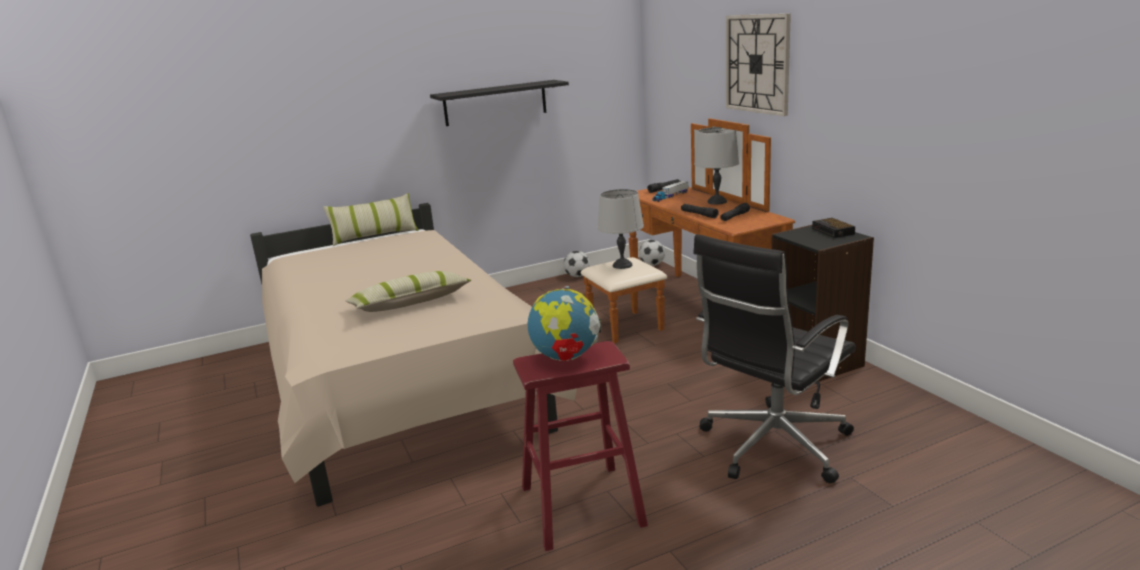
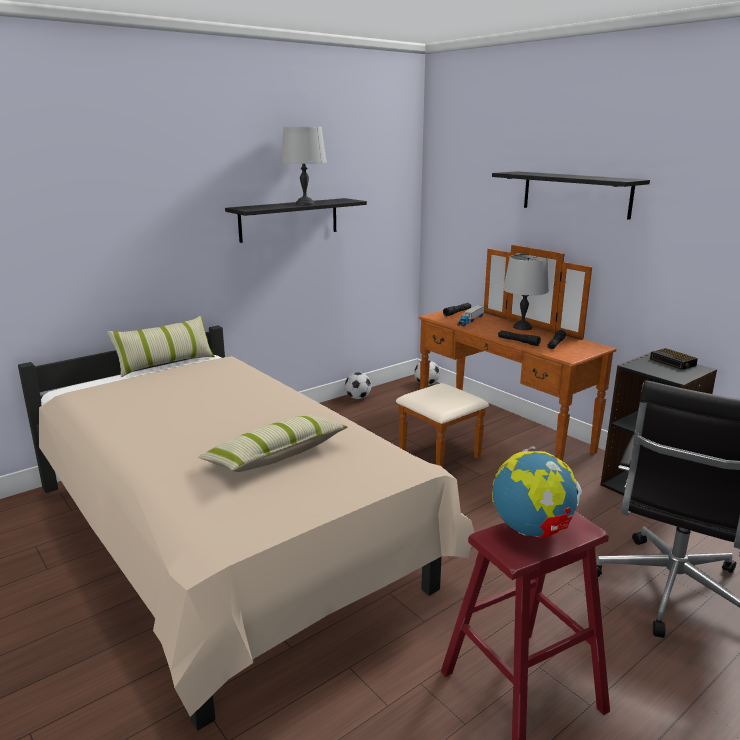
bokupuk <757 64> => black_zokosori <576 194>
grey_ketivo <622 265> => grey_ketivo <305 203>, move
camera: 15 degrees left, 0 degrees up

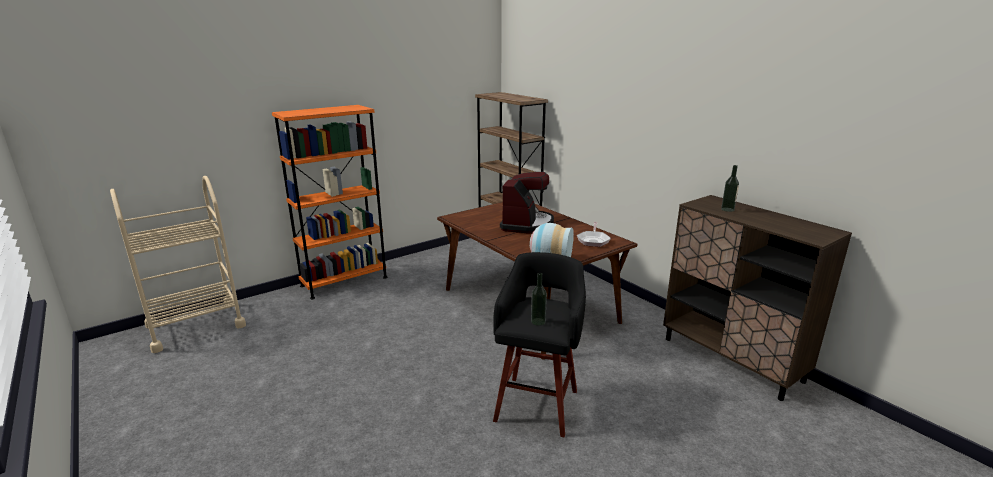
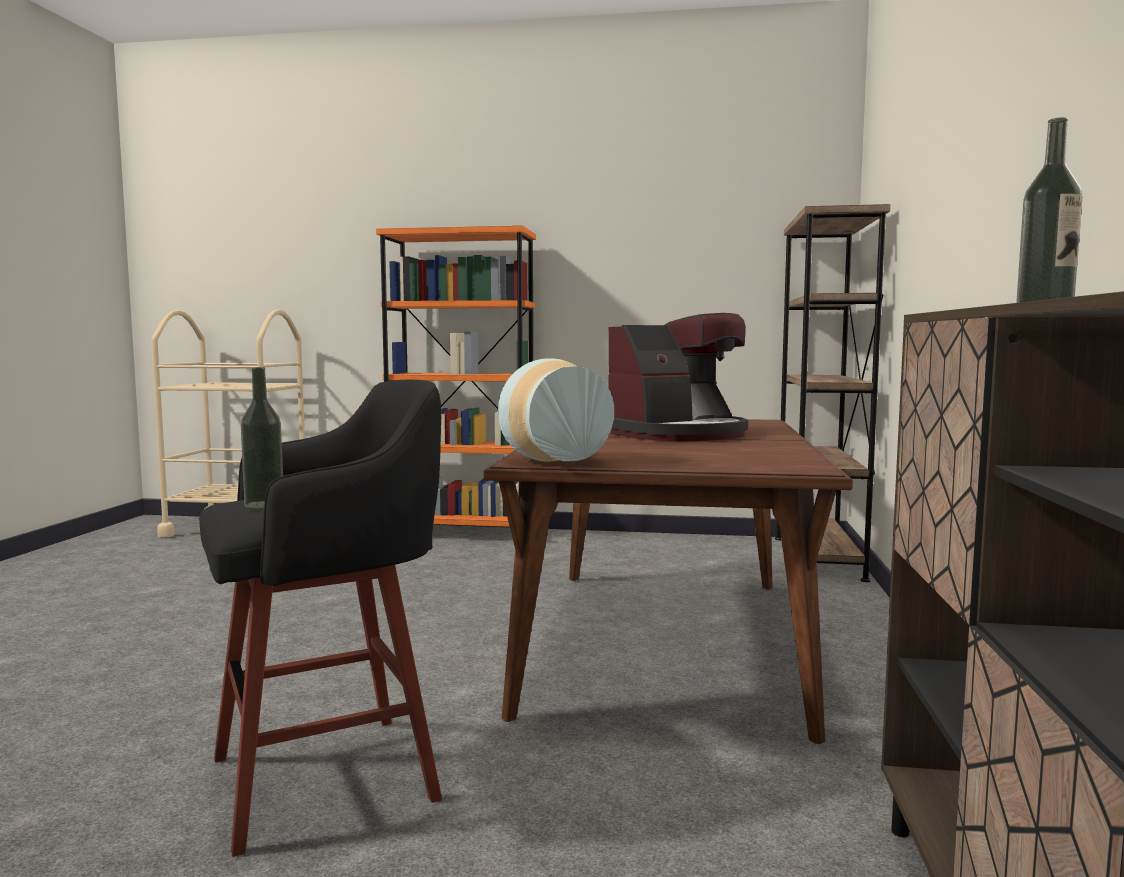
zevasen <593 240> => nothing
camera: 45 degrees right, 15 degrees down

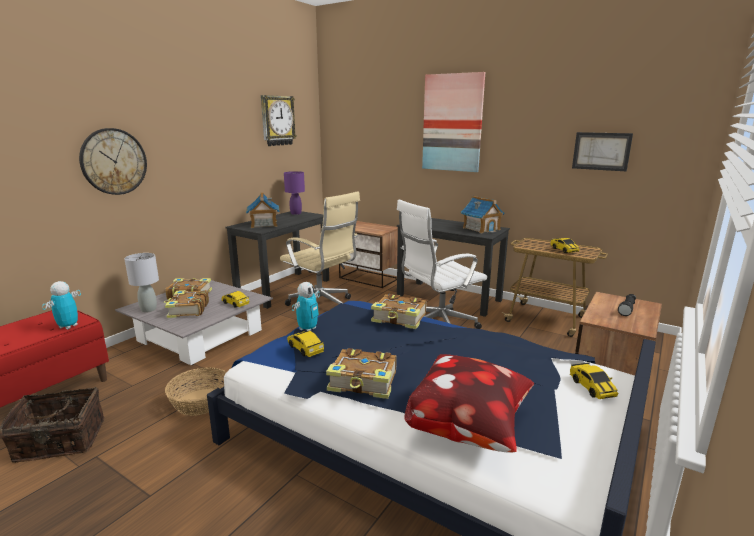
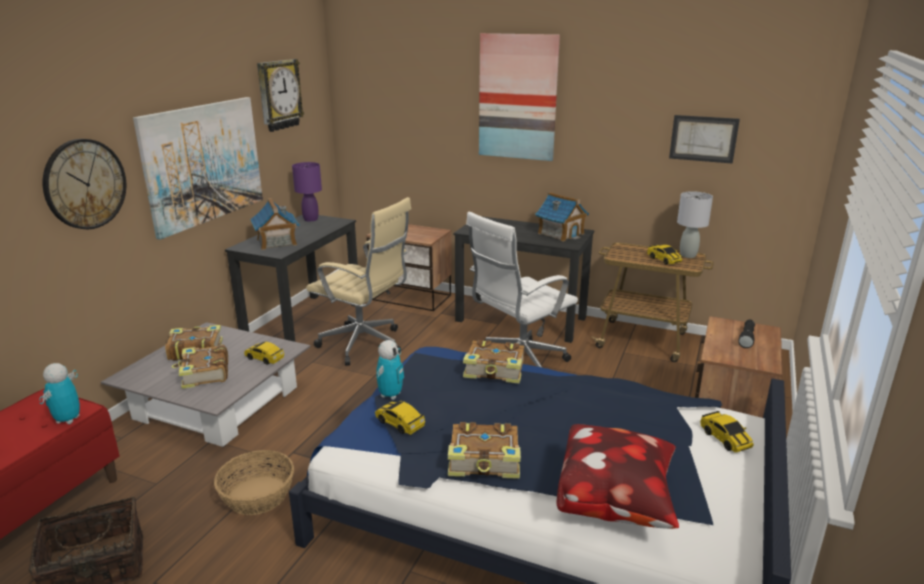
grey_ketivo <149 309> => grey_ketivo <688 255>, move
nothing => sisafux <203 163>
camera: 10 degrees left, 5 degrees up

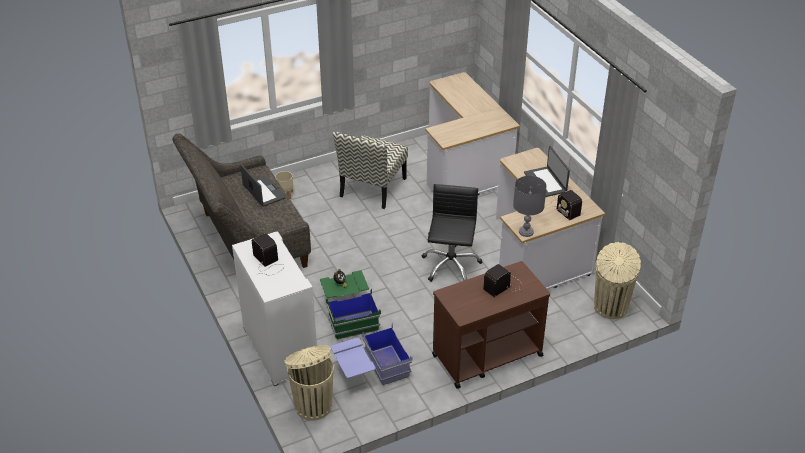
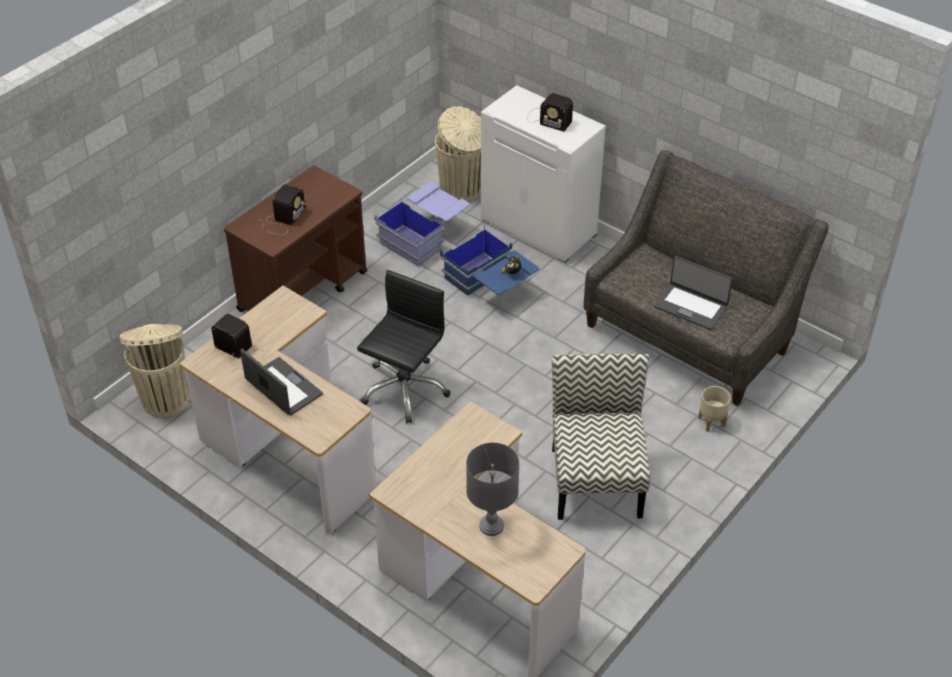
grey_ketivo <525 232> => grey_ketivo <492 525>, move
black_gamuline <450 265> => black_gamuline <404 389>, 135 degrees counterclockwise
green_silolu <349 314> => blue_silolu <490 286>
camera: 155 degrees right, 5 degrees up

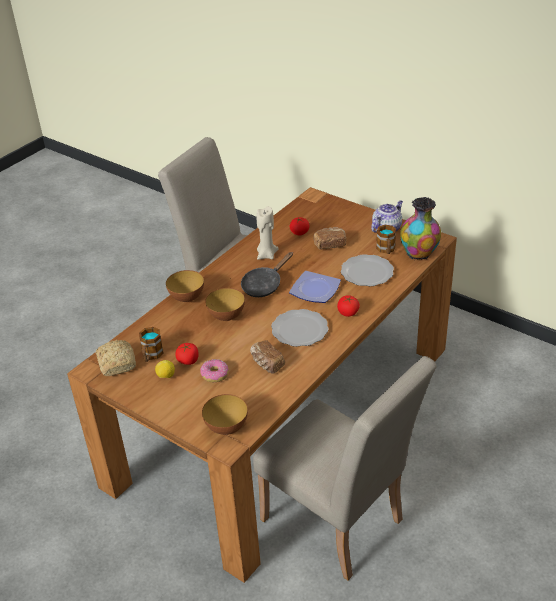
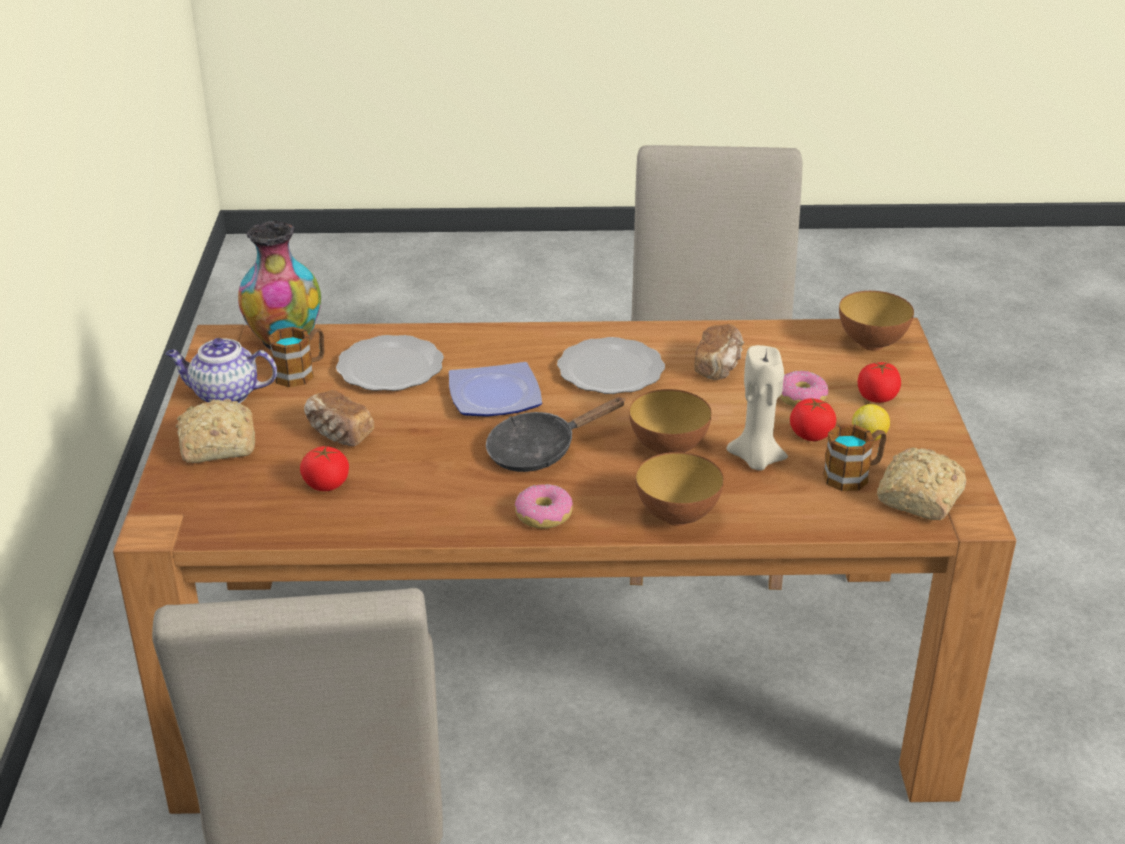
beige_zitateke <266 255> => beige_zitateke <756 460>, move
black_zevasen <264 285> => black_zevasen <539 451>, 150 degrees clockwise
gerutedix <348 313> => gerutedix <877 397>, move
nothing => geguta <215 446>
nothing => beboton <543 515>
camera: 130 degrees left, 5 degrees down

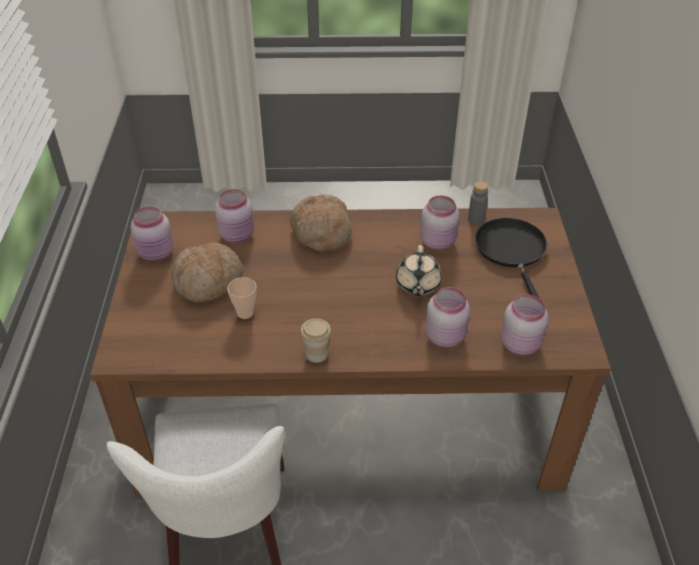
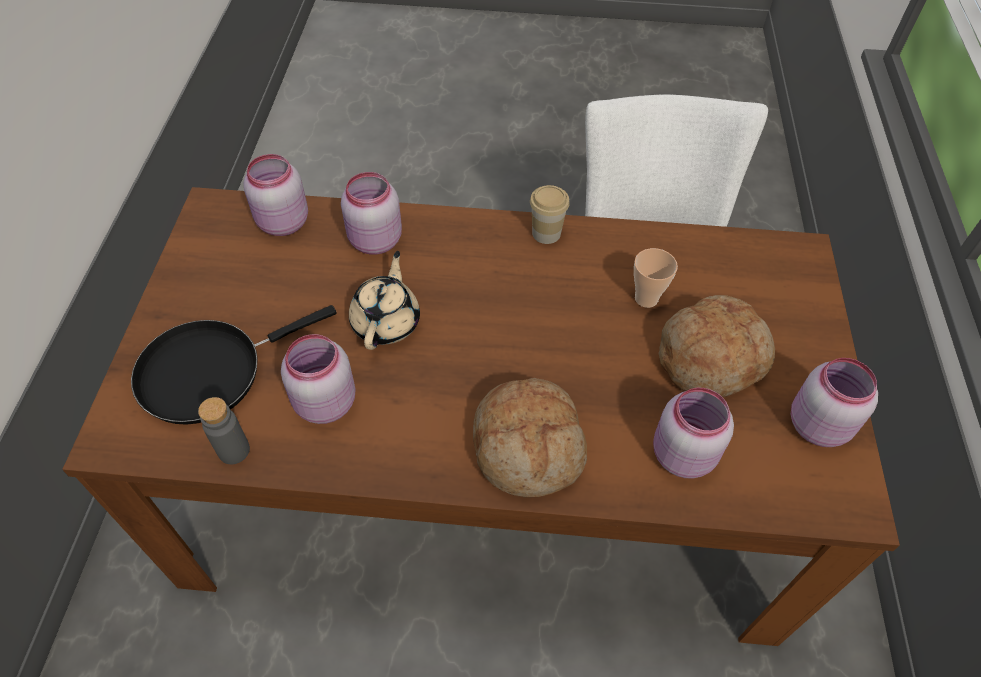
black_zevasen <511 251> => black_zevasen <209 371>, 60 degrees clockwise
camera: 175 degrees left, 10 degrees up

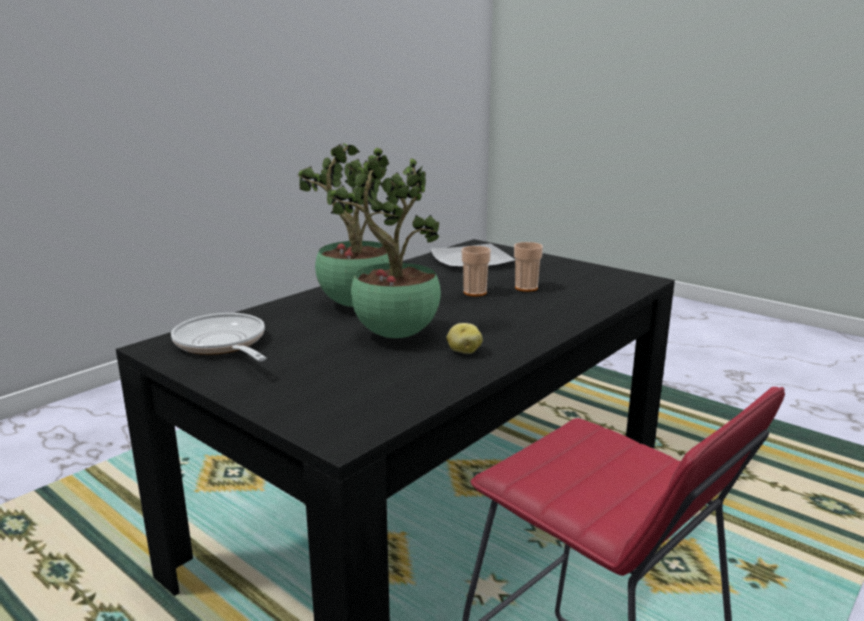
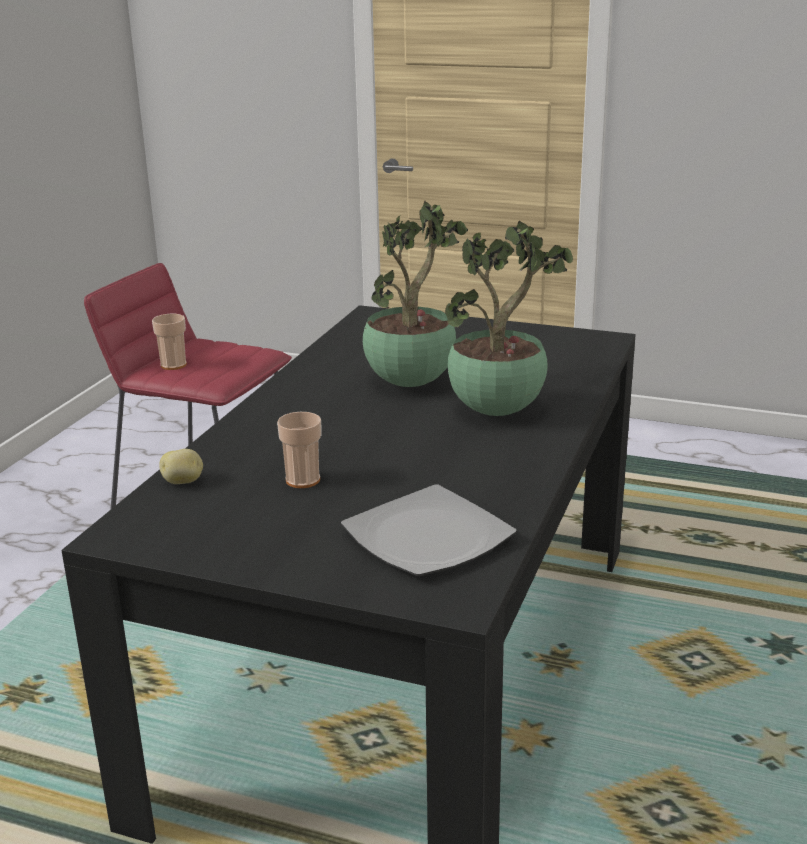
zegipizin <475 292> => zegipizin <173 365>, move
zevasen <222 344> => nothing
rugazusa <464 351> => rugazusa <183 482>, move
camera: 160 degrees right, 5 degrees up

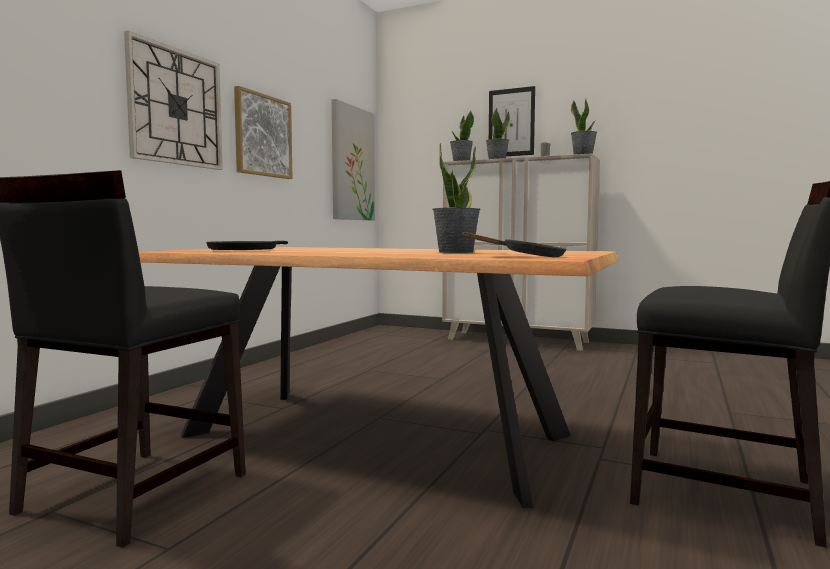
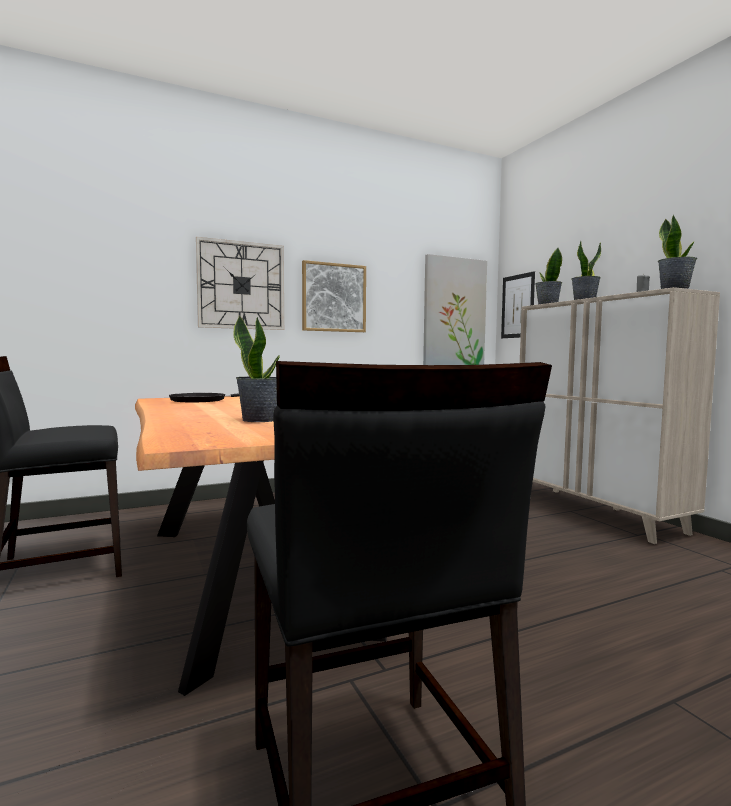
sisafux <511 122> => sisafux <517 306>, move
black_zevasen <526 257> => nothing
camera: 40 degrees right, 0 degrees up

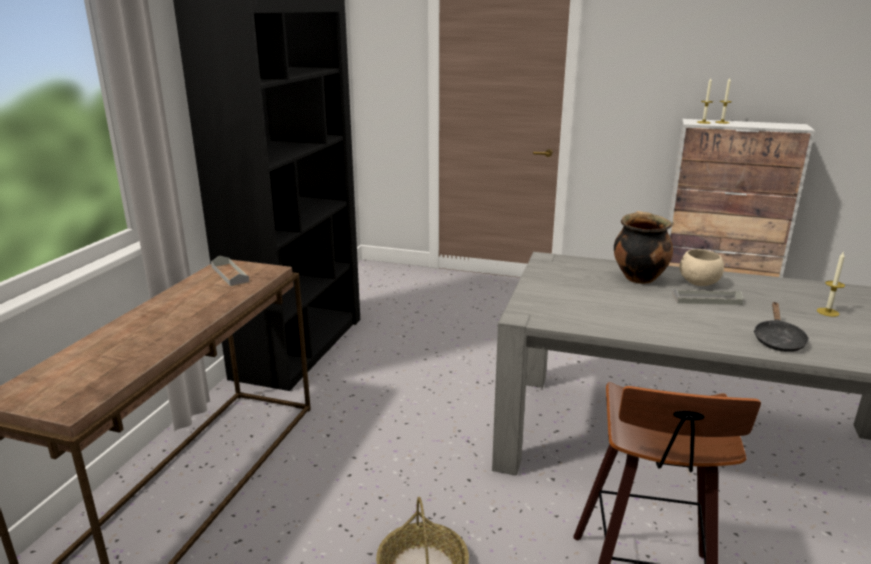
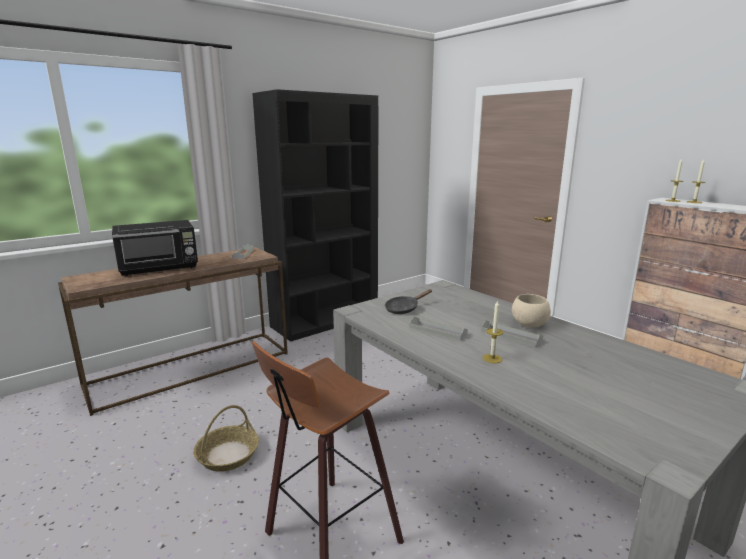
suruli <638 277> => nothing
zitateke <827 312> => zitateke <492 358>, move
black_zevasen <778 340> => black_zevasen <404 309>, move
nothing => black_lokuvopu <160 268>
nothing => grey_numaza <437 331>
camera: 35 degrees right, 5 degrees down

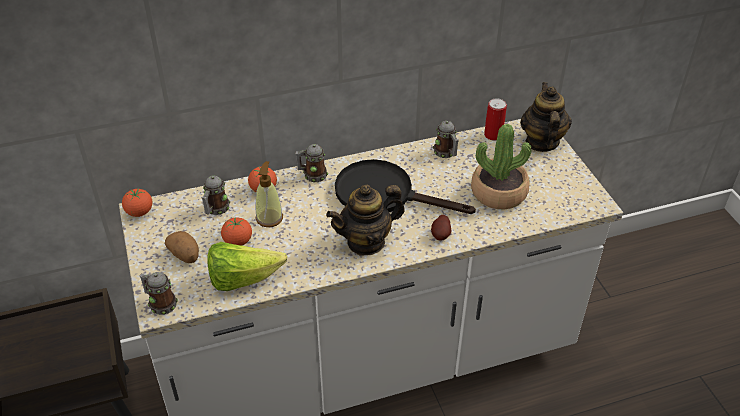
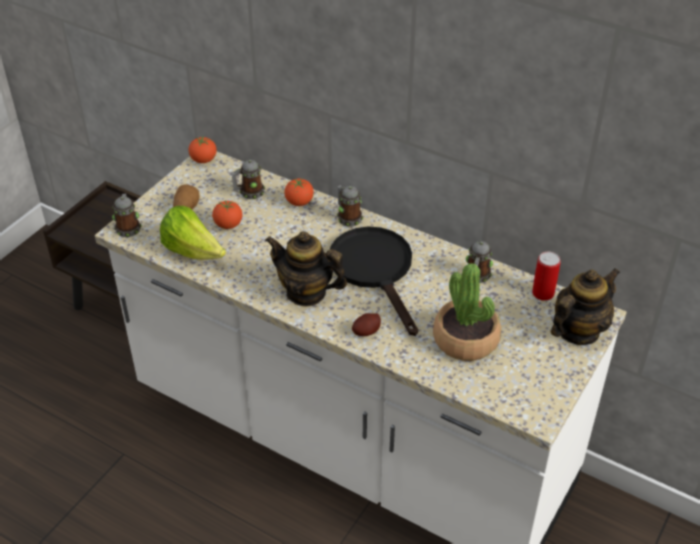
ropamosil <269 218> => nothing
camera: 50 degrees right, 0 degrees up

